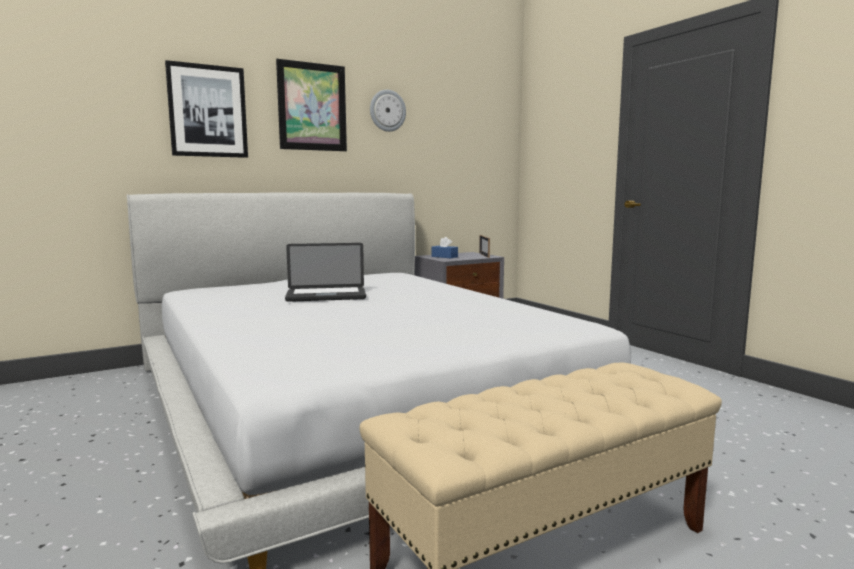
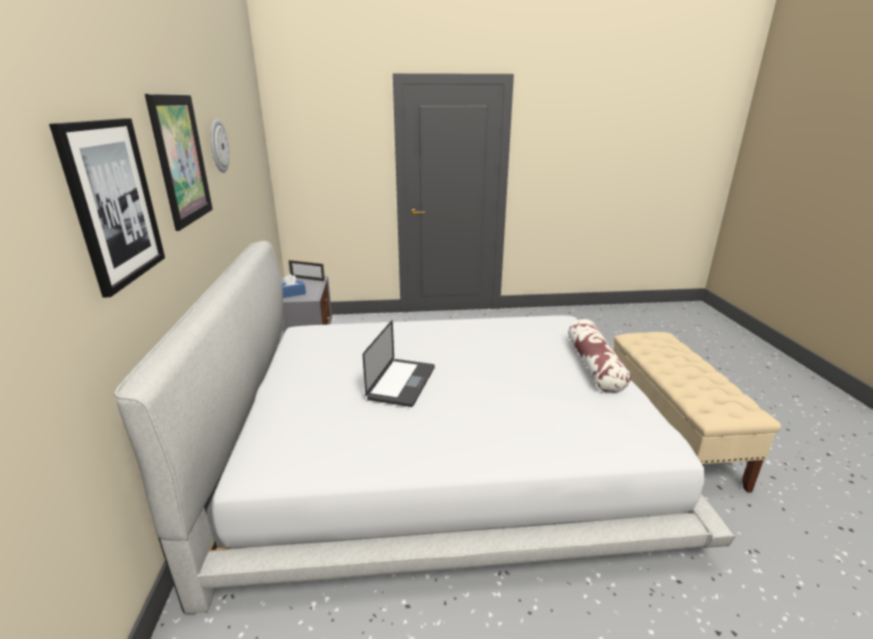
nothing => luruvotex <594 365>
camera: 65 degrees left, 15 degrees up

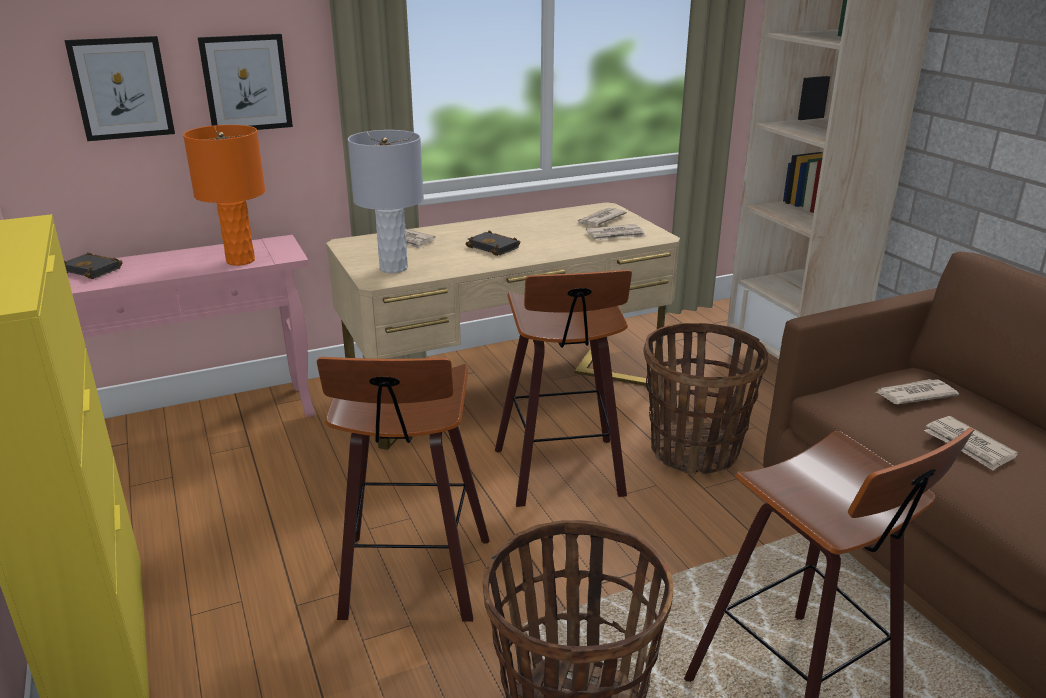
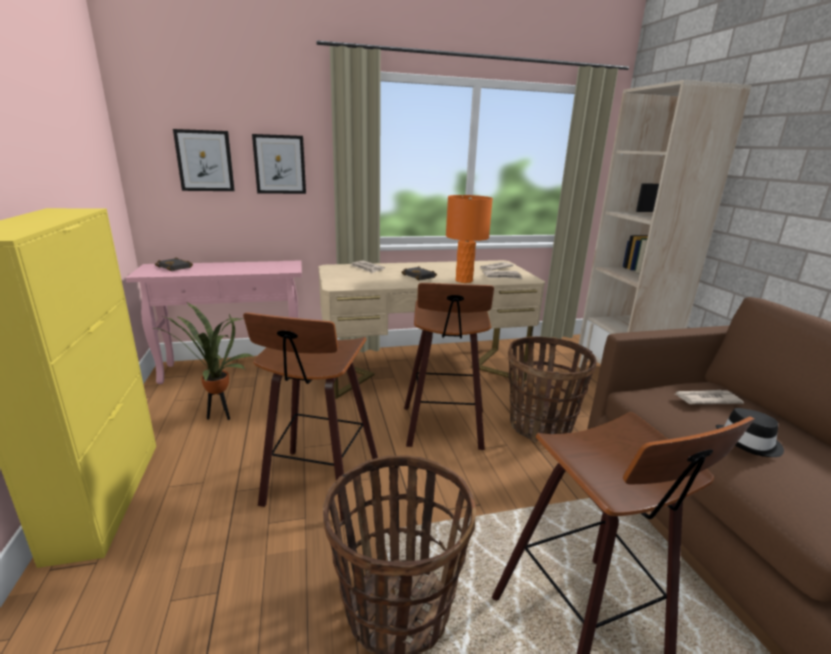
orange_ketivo <241 260> => orange_ketivo <464 280>, move
grey_ketivo <394 268> => nothing
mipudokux <968 446> => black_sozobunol <749 442>
nothing => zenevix <221 416>
camera: 10 degrees right, 5 degrees down

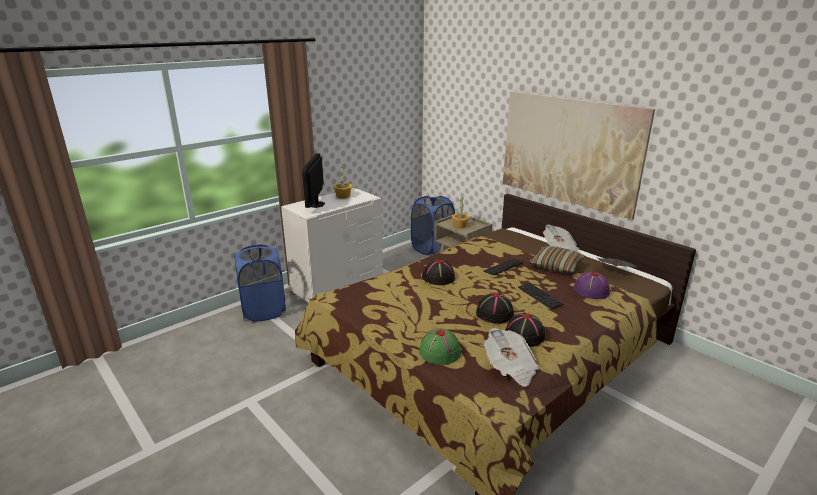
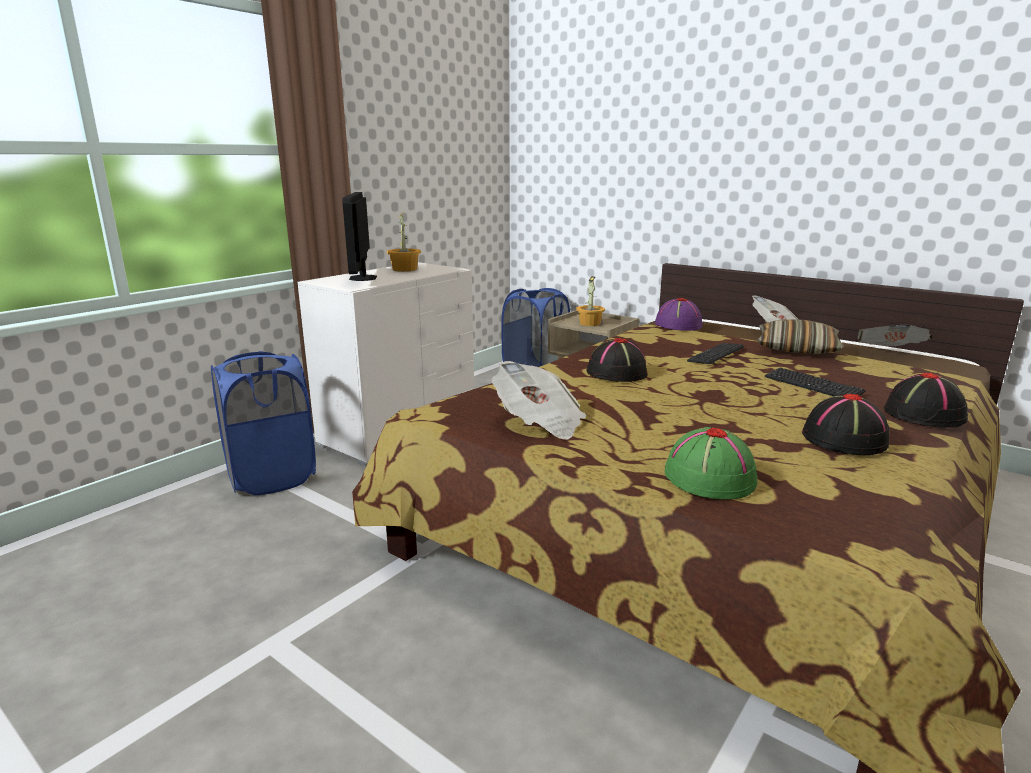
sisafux <569 151> => nothing
purple_sozobunol <591 290> => purple_sozobunol <678 325>, move
black_sozobunol <495 314> => black_sozobunol <924 415>, move
mipudokux <510 369> => mipudokux <539 423>, move
camera: 10 degrees left, 5 degrees down

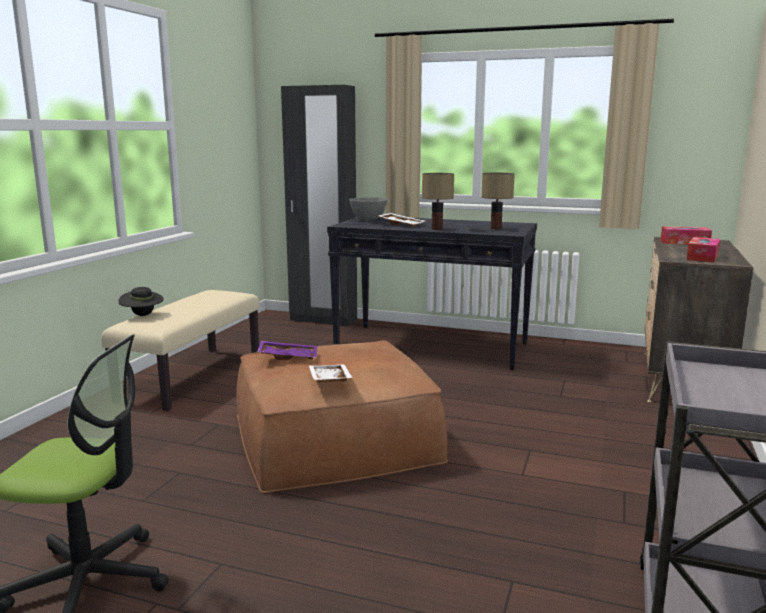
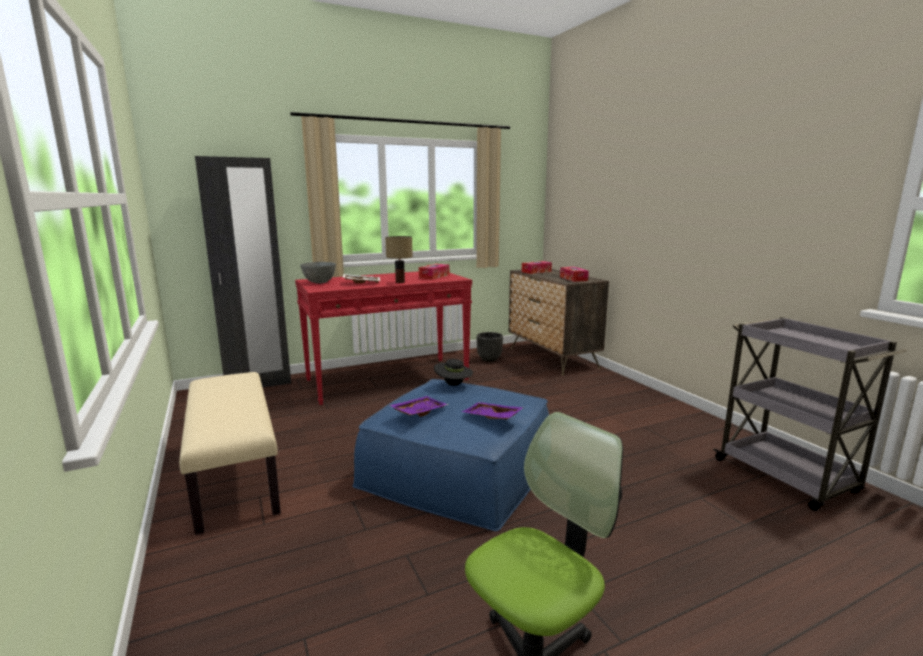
ketivo <495 228> => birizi <434 276>
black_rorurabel <432 346> => red_rorurabel <388 379>
black_sozobunol <142 315> => black_sozobunol <453 385>, move
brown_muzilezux <335 437> => blue_muzilezux <458 467>
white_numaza <328 381> => purple_numaza <491 418>
nothing => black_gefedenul <489 359>
camera: 45 degrees left, 0 degrees up

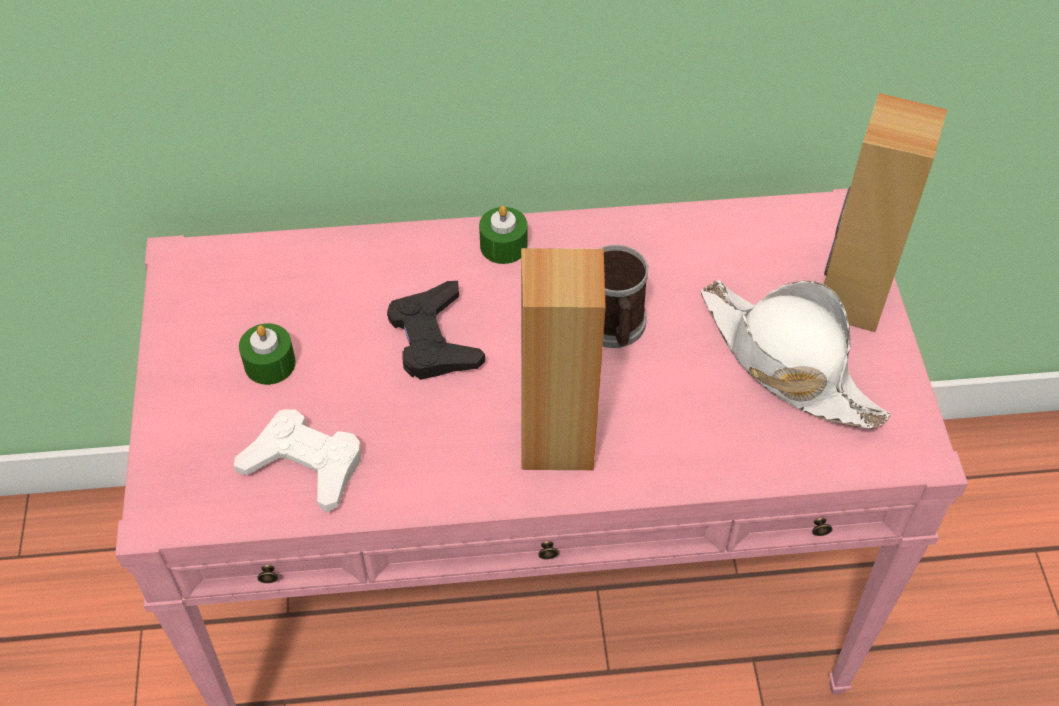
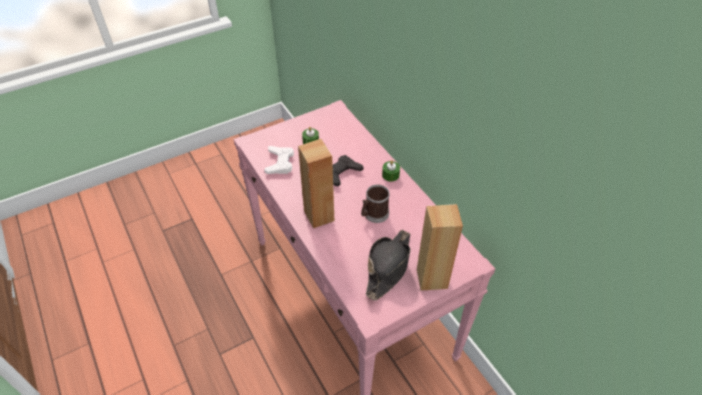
white_sozobunol <786 363> => black_sozobunol <388 267>
camera: 65 degrees right, 5 degrees down

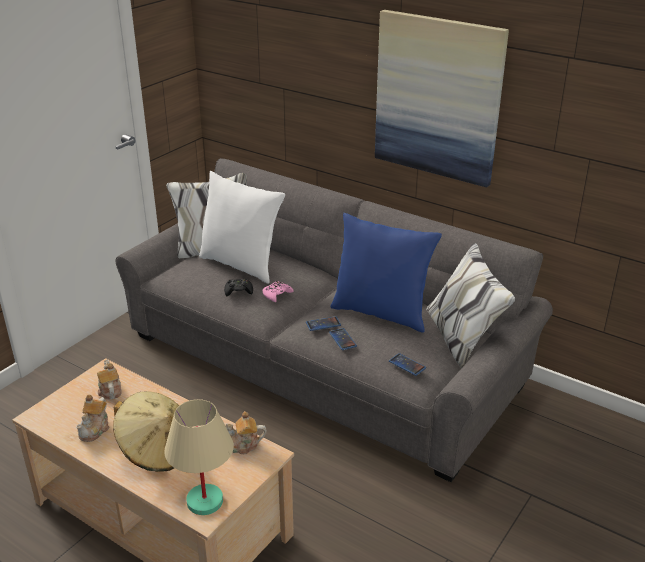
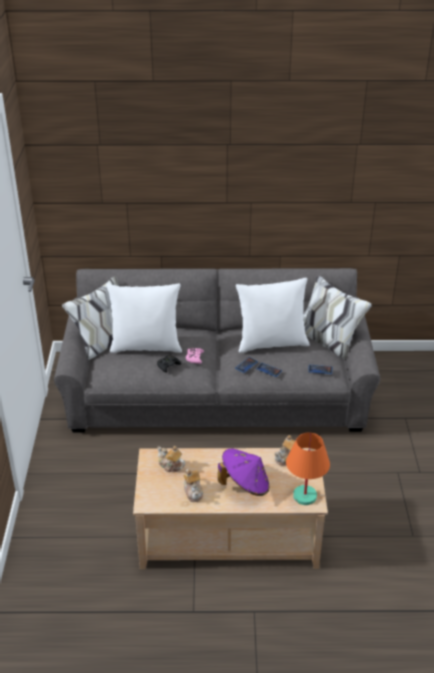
sisafux <438 97> => nothing
blue_luruvotex <381 313> => white_luruvotex <271 343>
beige_sozobunol <156 450> => purple_sozobunol <245 484>
beige_ketivo <204 500> => orange_ketivo <304 496>
camera: 35 degrees left, 5 degrees up

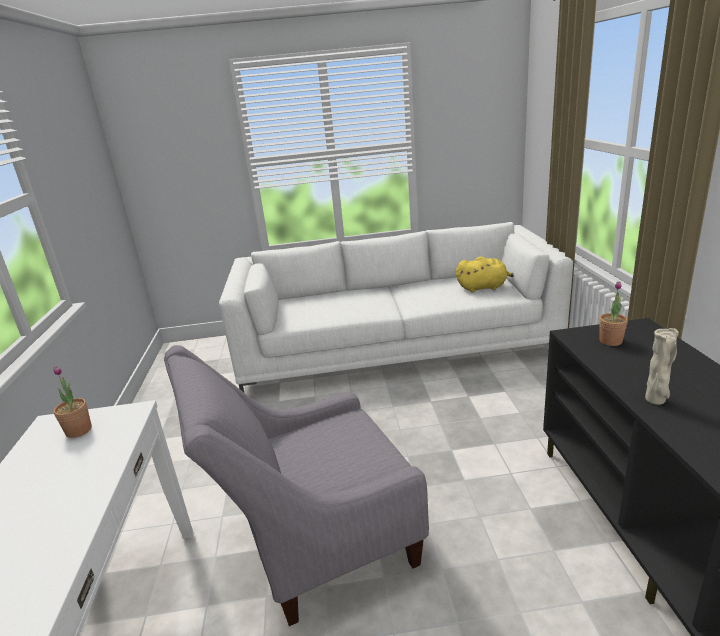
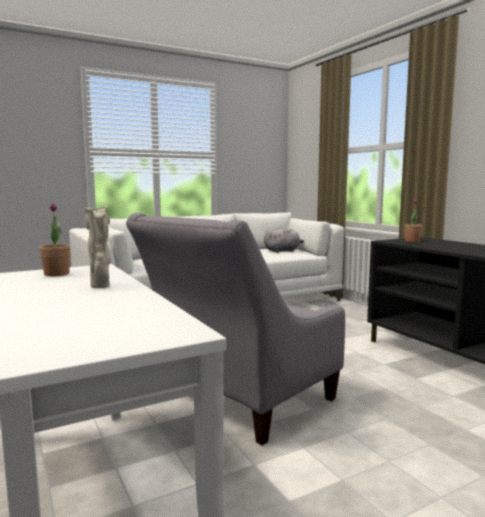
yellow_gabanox <484 287> => grey_gabanox <283 251>
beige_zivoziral <655 400> => beige_zivoziral <100 286>, move
camera: 25 degrees left, 15 degrees down

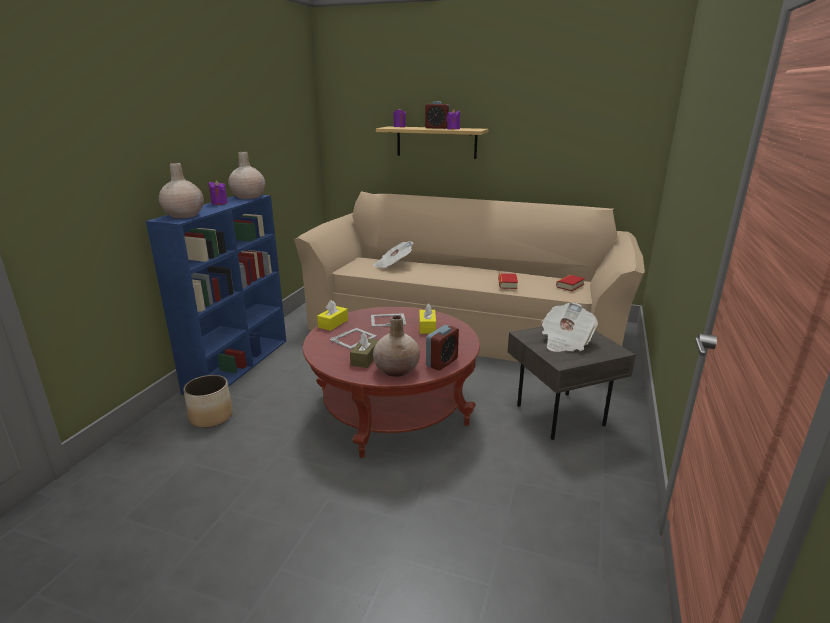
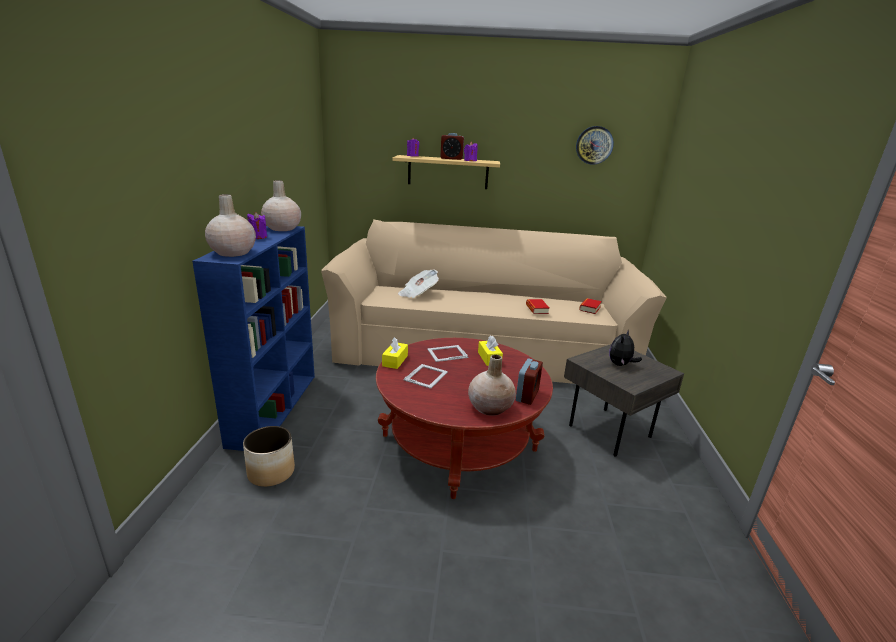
mipudokux <565 341> => gabanox <620 364>
brown_birizi <365 359> => nothing
nothing => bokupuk <594 145>
camera: 15 degrees left, 0 degrees up

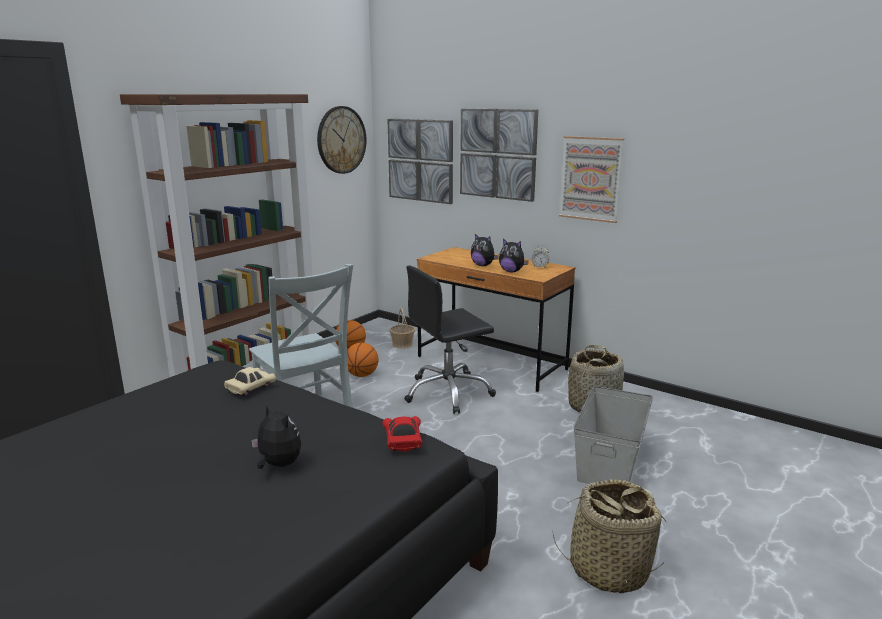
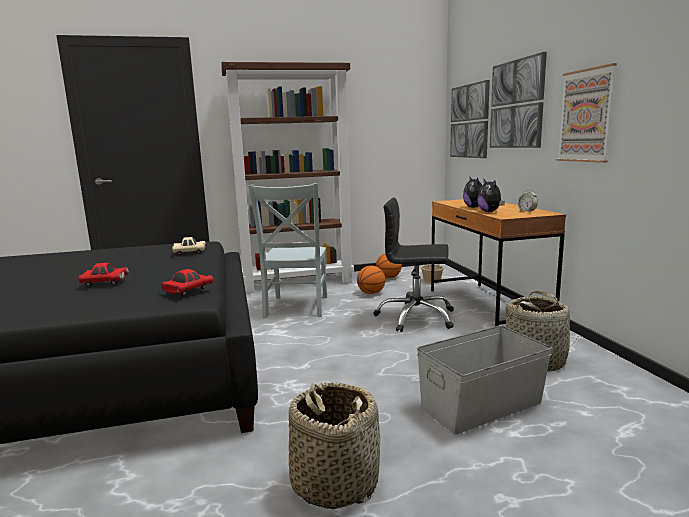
bokupuk <341 140> => nothing
gabanox <278 465> => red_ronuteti <105 283>
camera: 40 degrees right, 5 degrees down

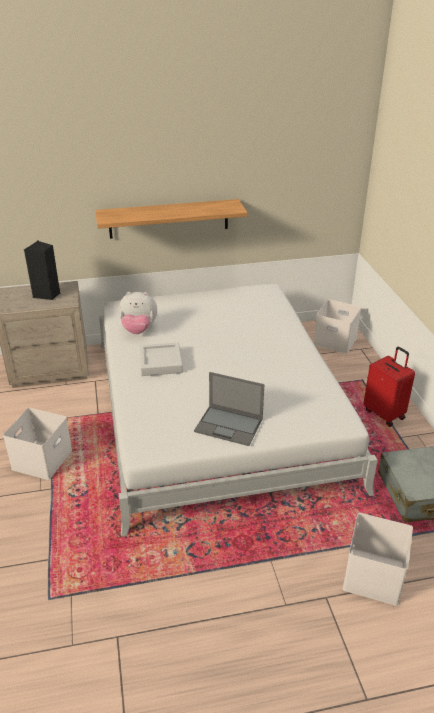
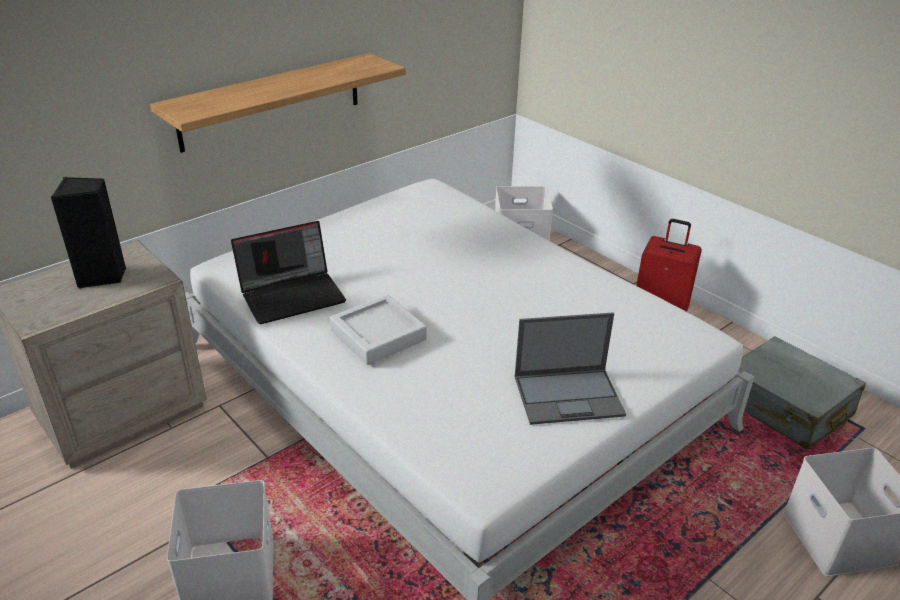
gabanox <138 330> => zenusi <293 295>
camera: 30 degrees left, 0 degrees up

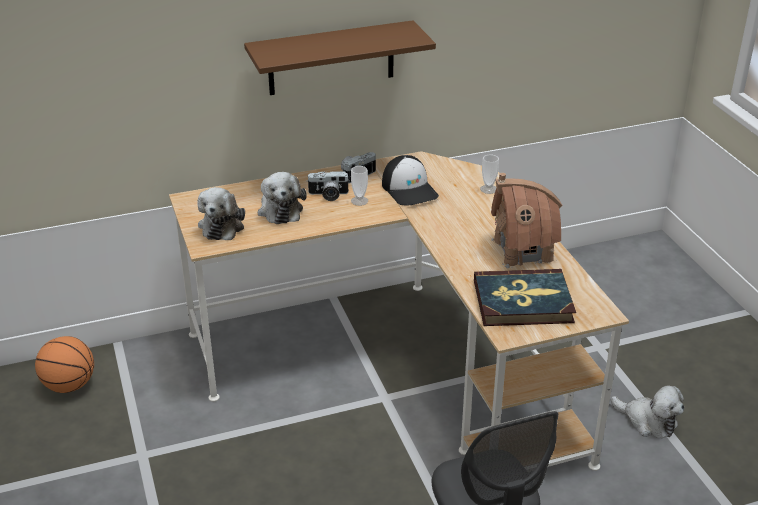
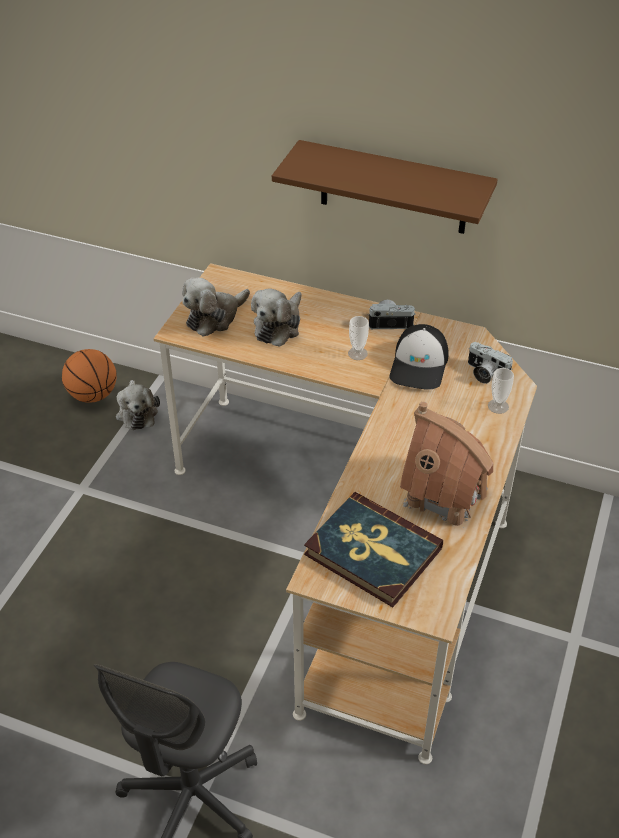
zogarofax <328 195> => zogarofax <485 374>, move
gabanox <648 421> => gabanox <137 412>, move
camera: 40 degrees right, 10 degrees up

